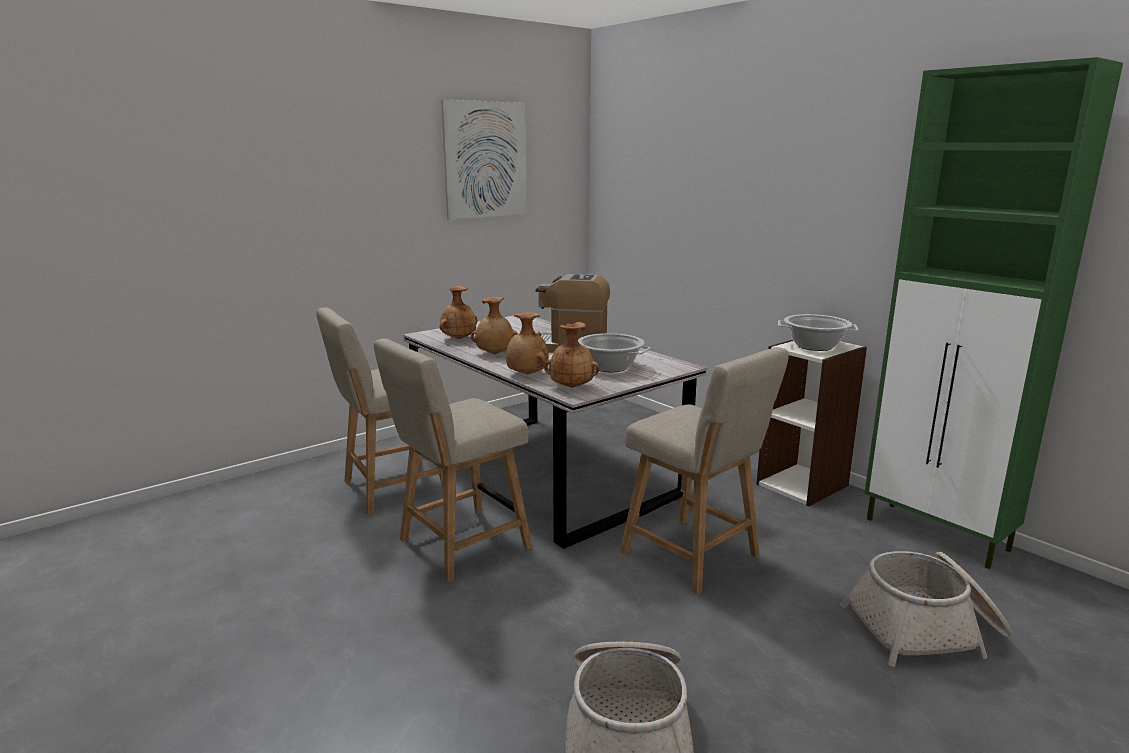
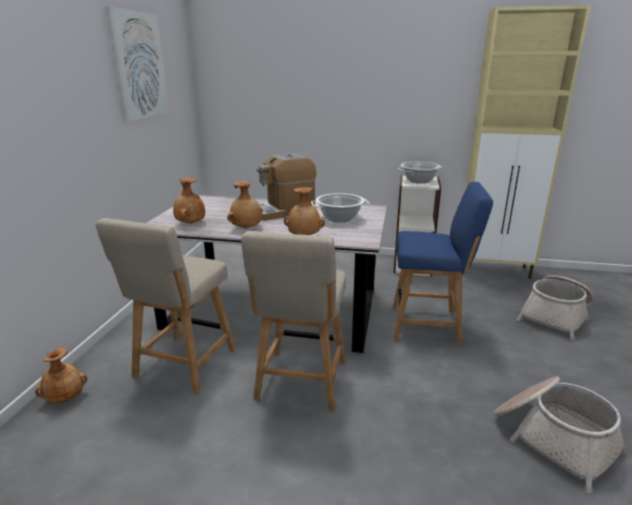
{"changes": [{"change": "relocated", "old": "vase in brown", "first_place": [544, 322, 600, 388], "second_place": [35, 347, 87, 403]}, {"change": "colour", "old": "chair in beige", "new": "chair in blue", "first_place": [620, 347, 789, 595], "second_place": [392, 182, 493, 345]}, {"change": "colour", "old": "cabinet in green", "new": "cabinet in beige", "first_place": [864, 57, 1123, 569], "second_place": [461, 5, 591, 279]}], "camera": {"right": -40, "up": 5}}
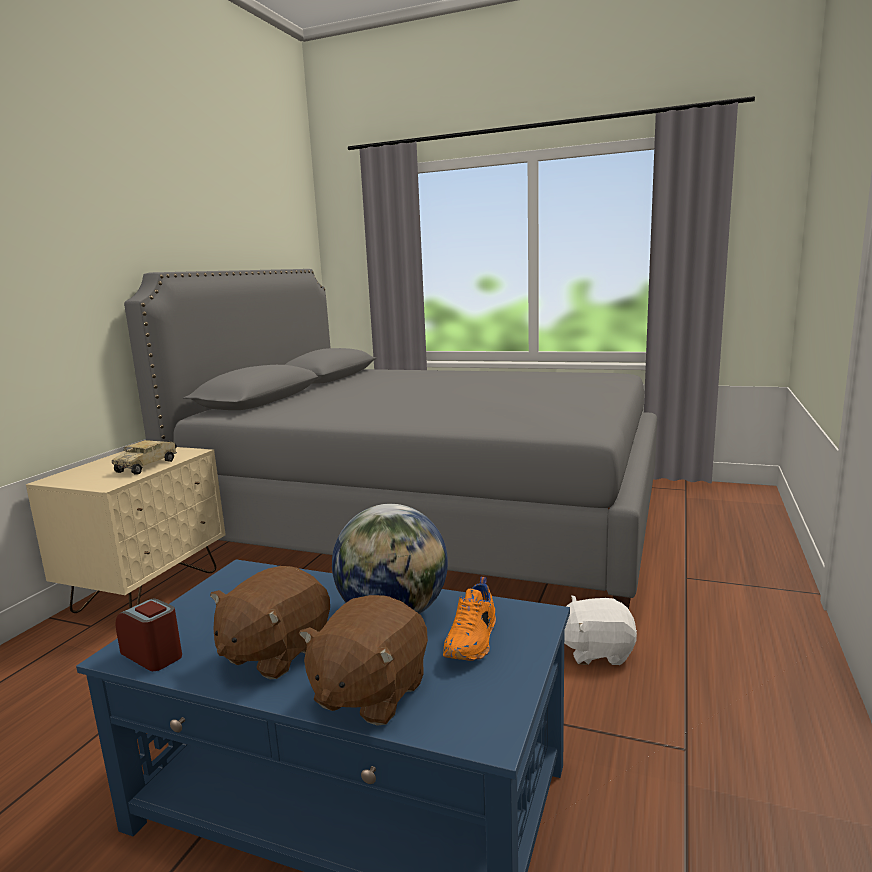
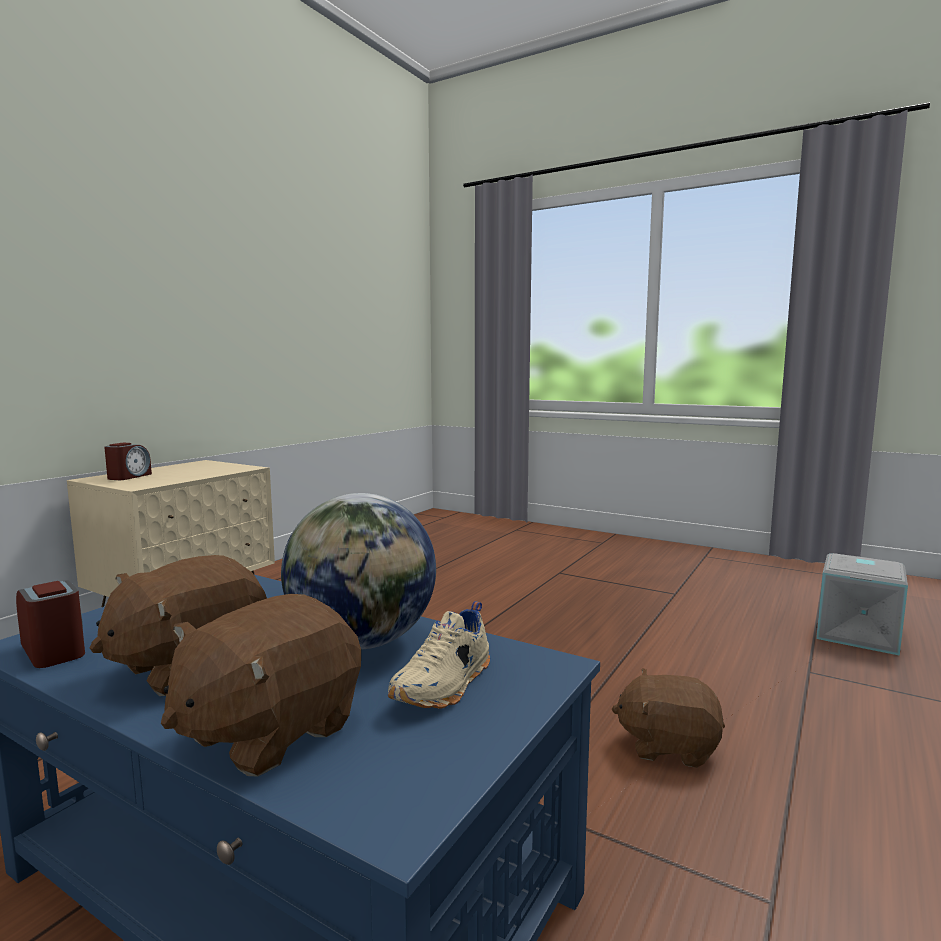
{"changes": [{"change": "missing", "old": "toy truck", "first_place": [112, 440, 177, 475]}, {"change": "missing", "old": "bed in grey", "first_place": [124, 269, 657, 609]}, {"change": "appeared", "new": "alarm clock", "second_place": [104, 443, 152, 480]}, {"change": "appeared", "new": "storage box in grey", "second_place": [816, 553, 908, 656]}, {"change": "colour", "old": "shoe in orange", "new": "shoe in beige", "first_place": [443, 577, 496, 661], "second_place": [388, 601, 490, 709]}, {"change": "colour", "old": "plush toy in white", "new": "plush toy in brown", "first_place": [564, 595, 637, 665], "second_place": [612, 668, 725, 768]}], "camera": {"right": 10, "up": -5}}
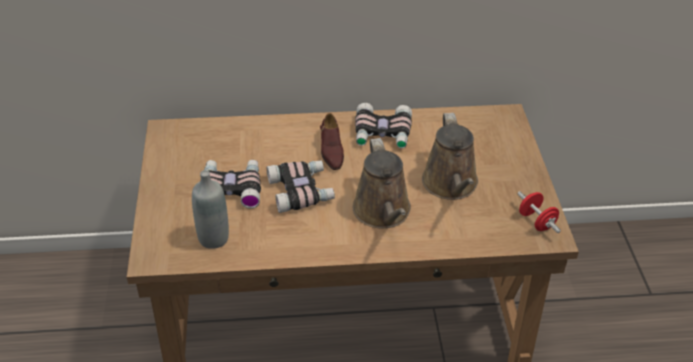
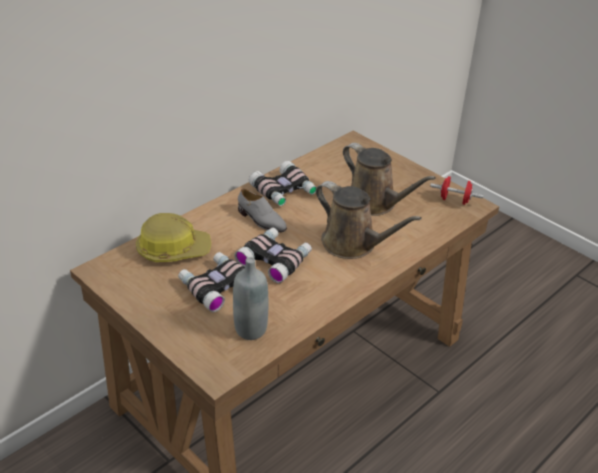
{"changes": [{"change": "appeared", "new": "hard hat", "second_place": [136, 213, 211, 262]}, {"change": "colour", "old": "shoe in brown", "new": "shoe in grey", "first_place": [320, 113, 344, 170], "second_place": [238, 189, 287, 233]}], "camera": {"right": -40, "up": -5}}
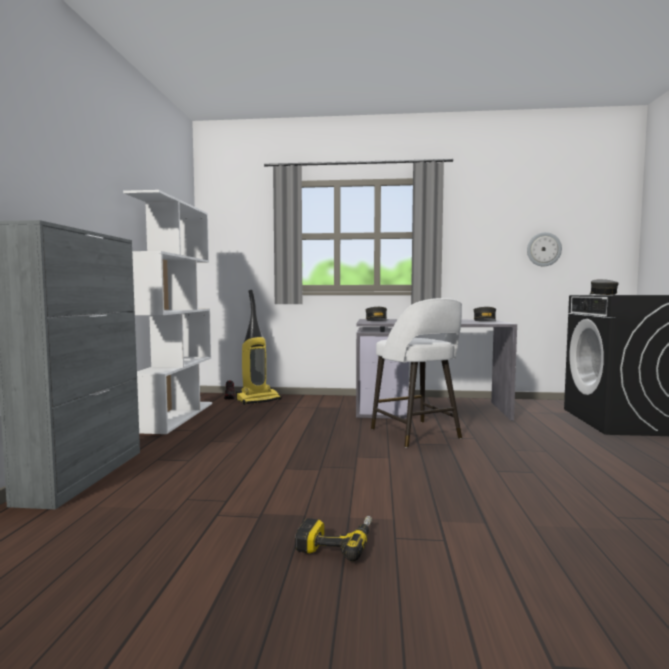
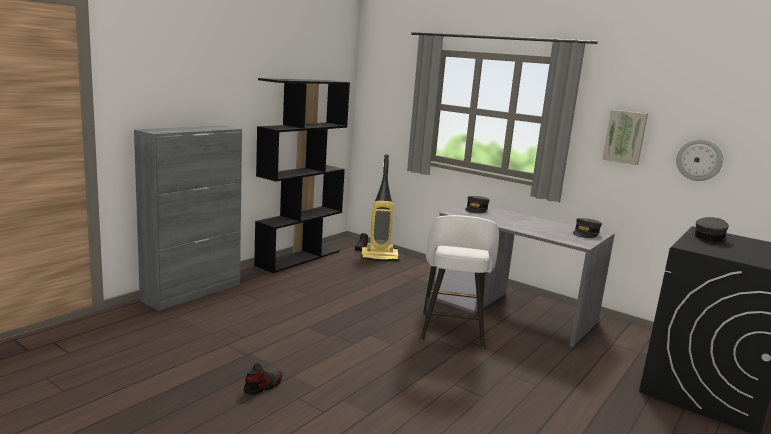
{"changes": [{"change": "appeared", "new": "picture", "second_place": [602, 110, 648, 165]}, {"change": "exchanged", "old": "power drill", "new": "shoe", "first_place": [295, 516, 372, 561], "second_place": [244, 364, 282, 395]}, {"change": "colour", "old": "bookcase in white", "new": "bookcase in black", "first_place": [123, 190, 212, 434], "second_place": [254, 78, 350, 273]}], "camera": {"right": 30, "up": 10}}
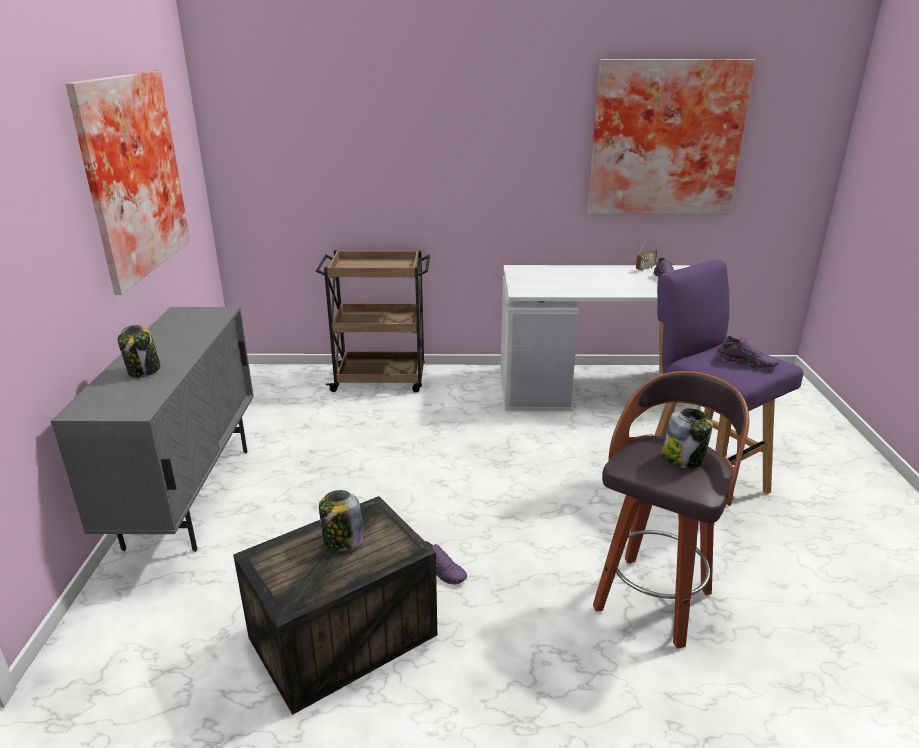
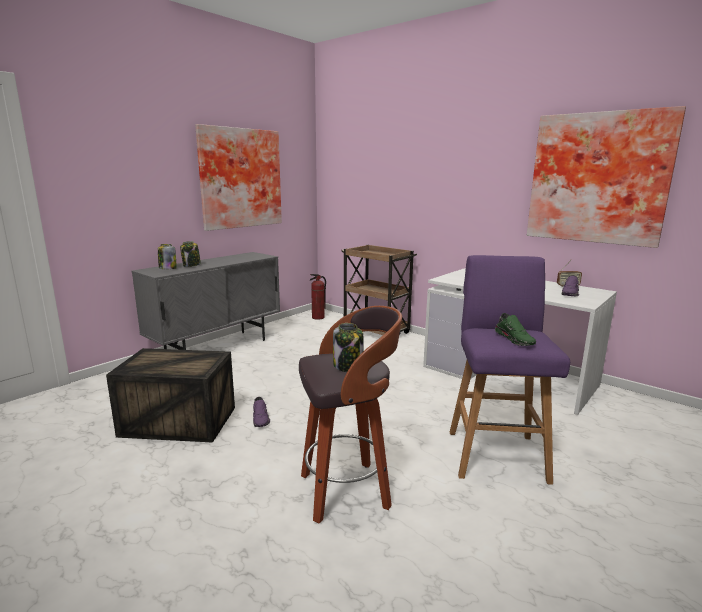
{"changes": [{"change": "appeared", "new": "fire extinguisher", "second_place": [310, 274, 326, 320]}, {"change": "relocated", "old": "jar", "first_place": [319, 490, 364, 551], "second_place": [158, 244, 177, 269]}, {"change": "colour", "old": "shoe in purple", "new": "shoe in green", "first_place": [715, 336, 779, 369], "second_place": [495, 313, 536, 346]}], "camera": {"right": 40, "up": -10}}
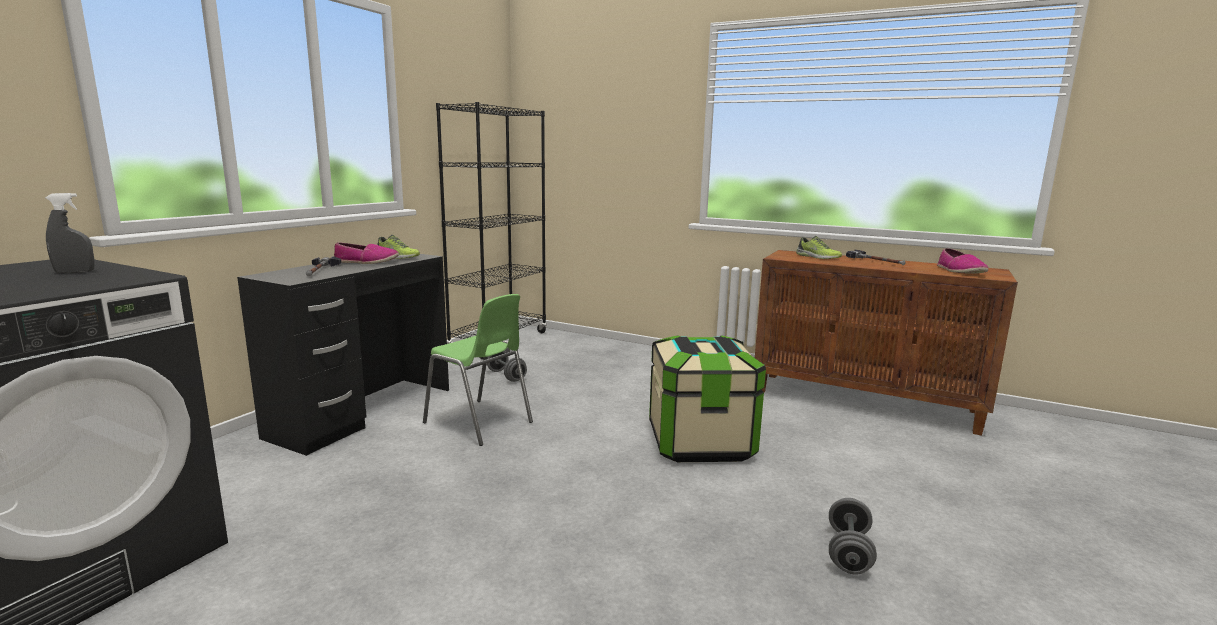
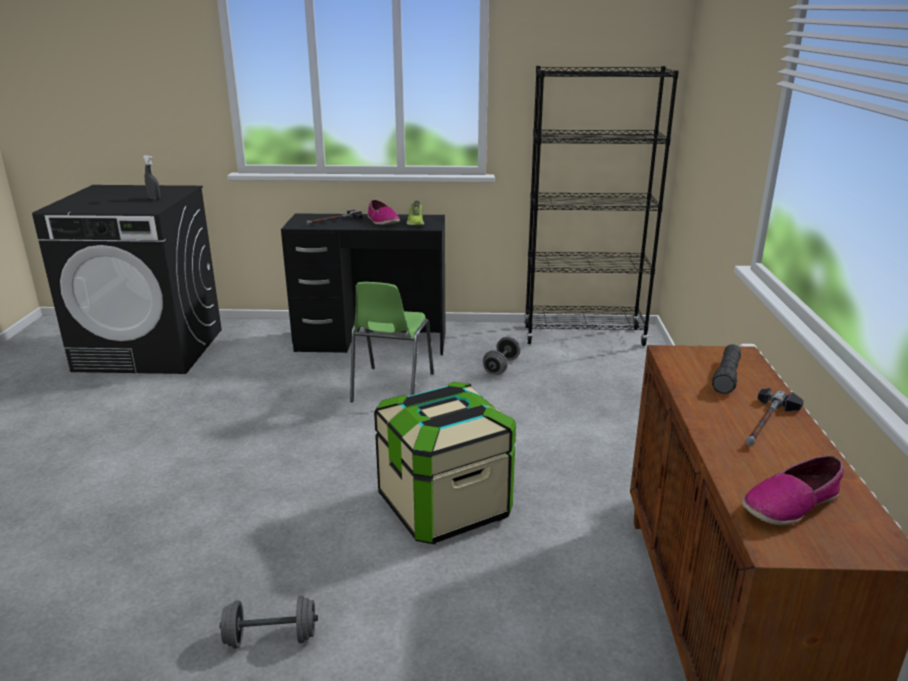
{"changes": [{"change": "exchanged", "old": "shoe", "new": "flashlight in black", "first_place": [796, 236, 842, 259], "second_place": [712, 345, 741, 394]}], "camera": {"right": 65, "up": 10}}
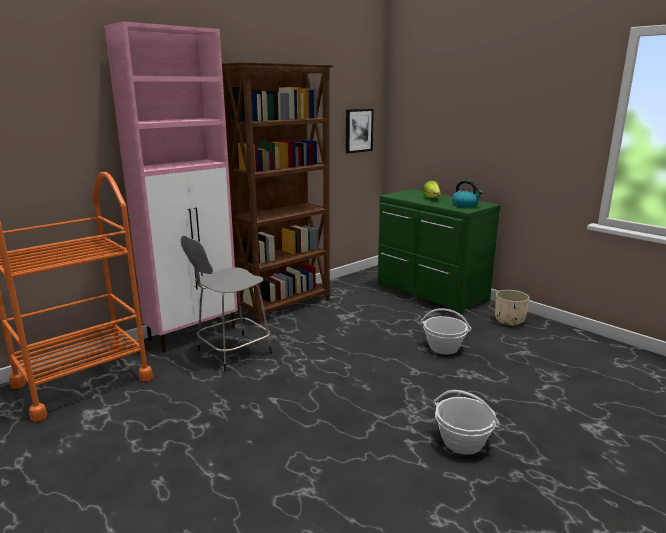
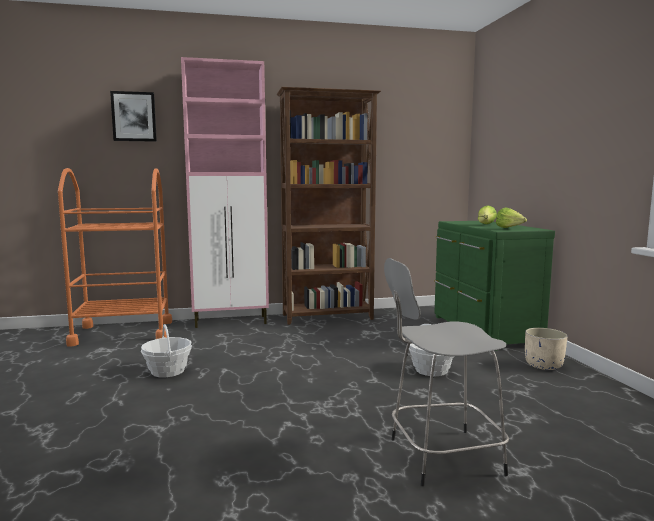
{"changes": [{"change": "relocated", "old": "stool in grey", "first_place": [181, 236, 272, 371], "second_place": [384, 258, 509, 486]}, {"change": "relocated", "old": "picture", "first_place": [346, 109, 374, 154], "second_place": [110, 91, 157, 142]}, {"change": "relocated", "old": "basket", "first_place": [434, 390, 500, 455], "second_place": [141, 324, 192, 377]}, {"change": "exchanged", "old": "kettle", "new": "lettuce", "first_place": [452, 180, 483, 207], "second_place": [496, 207, 527, 228]}], "camera": {"right": 30, "up": -10}}
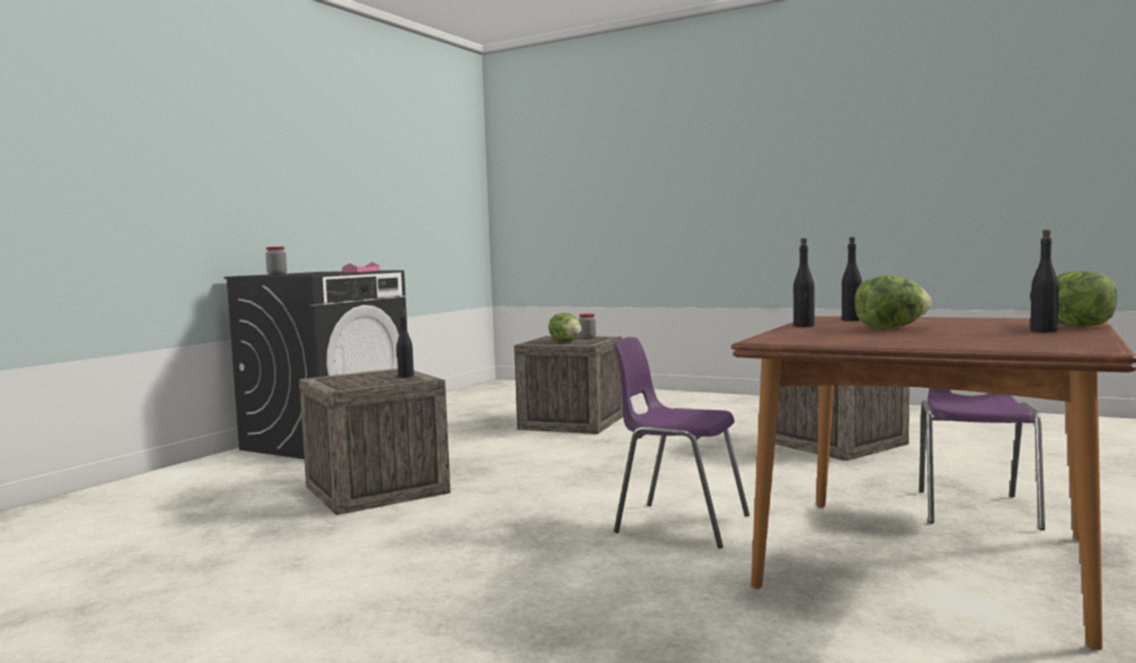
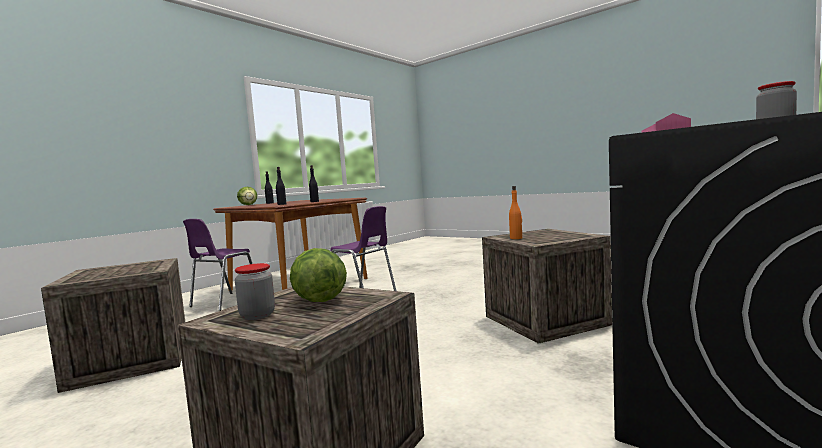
{"changes": [{"change": "missing", "old": "lettuce", "first_place": [855, 275, 931, 329]}, {"change": "colour", "old": "bottle in black", "new": "bottle in orange", "first_place": [396, 310, 414, 378], "second_place": [509, 186, 522, 239]}], "camera": {"right": -170, "up": 0}}
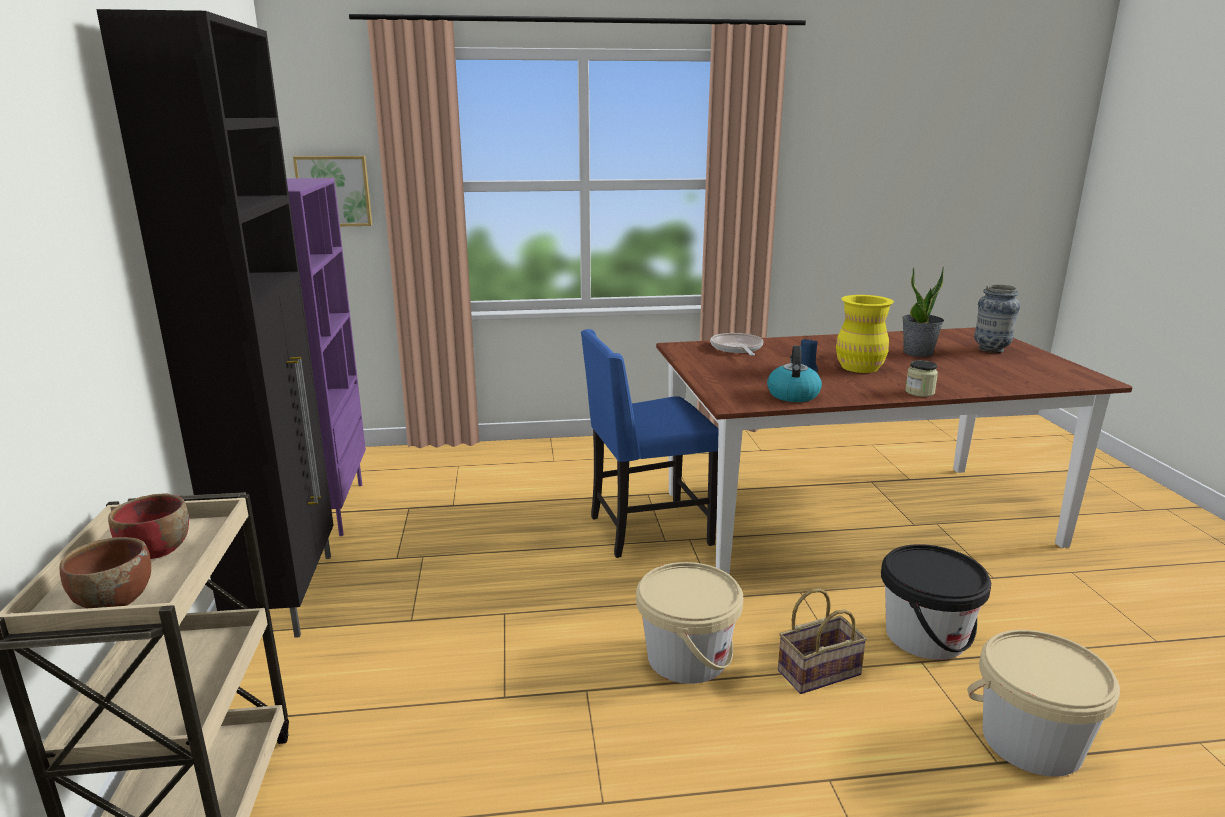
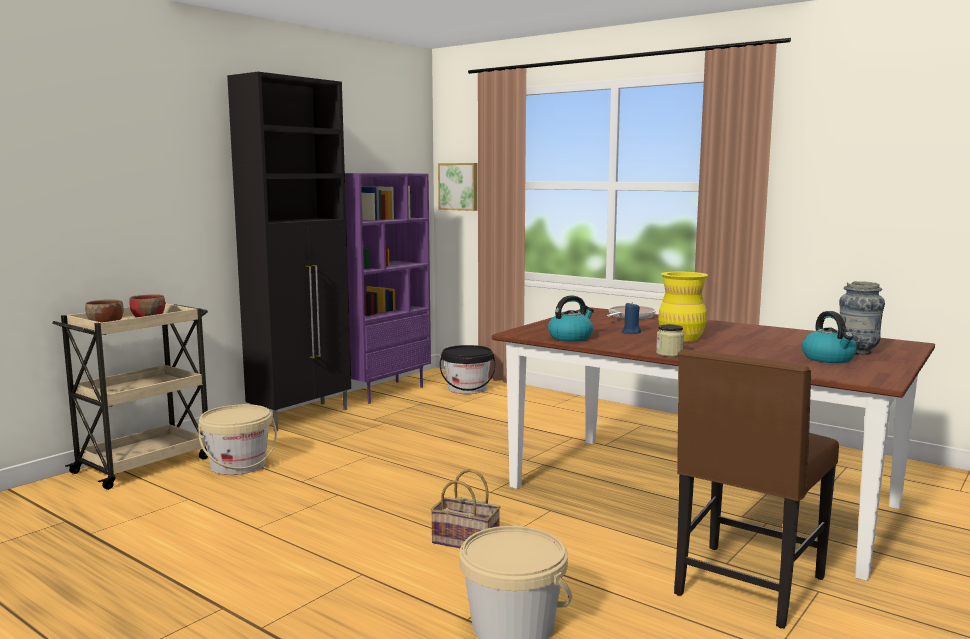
{"changes": [{"change": "missing", "old": "chair in blue", "first_place": [581, 329, 718, 558]}, {"change": "missing", "old": "potted plant", "first_place": [902, 266, 944, 357]}, {"change": "appeared", "new": "chair in brown", "second_place": [674, 349, 839, 629]}, {"change": "appeared", "new": "kettle", "second_place": [802, 311, 857, 363]}, {"change": "relocated", "old": "bucket in beige", "first_place": [636, 562, 743, 684], "second_place": [198, 404, 277, 475]}, {"change": "relocated", "old": "bucket in black", "first_place": [881, 544, 991, 660], "second_place": [440, 345, 495, 394]}], "camera": {"right": 45, "up": -10}}
